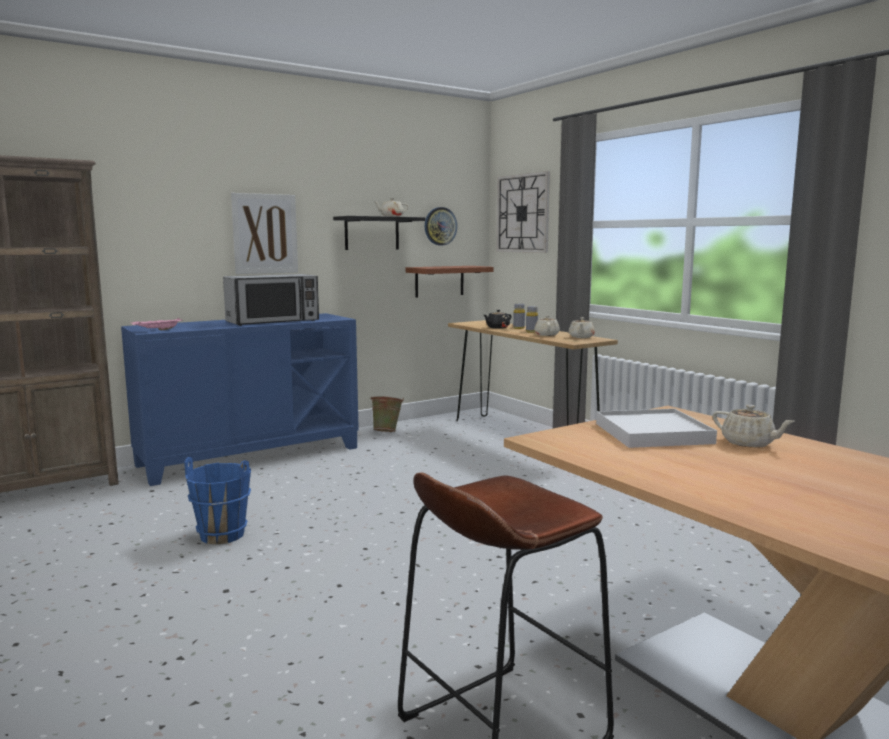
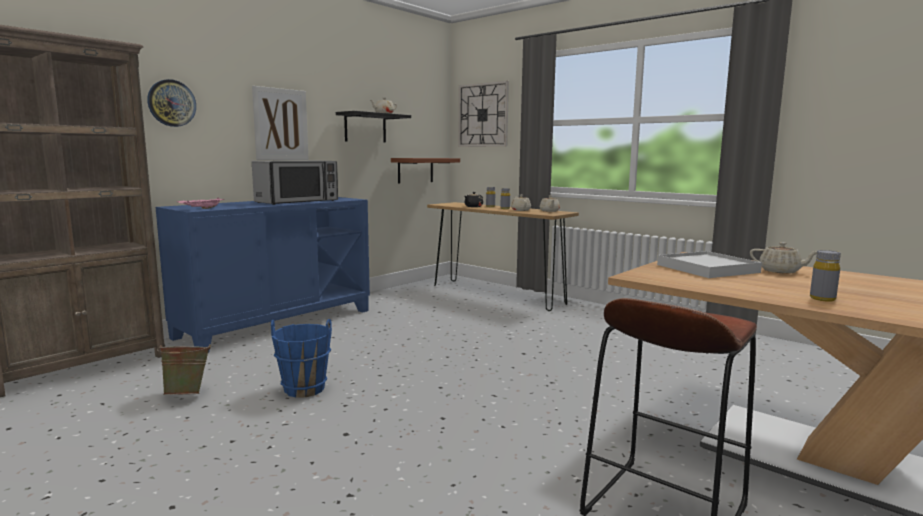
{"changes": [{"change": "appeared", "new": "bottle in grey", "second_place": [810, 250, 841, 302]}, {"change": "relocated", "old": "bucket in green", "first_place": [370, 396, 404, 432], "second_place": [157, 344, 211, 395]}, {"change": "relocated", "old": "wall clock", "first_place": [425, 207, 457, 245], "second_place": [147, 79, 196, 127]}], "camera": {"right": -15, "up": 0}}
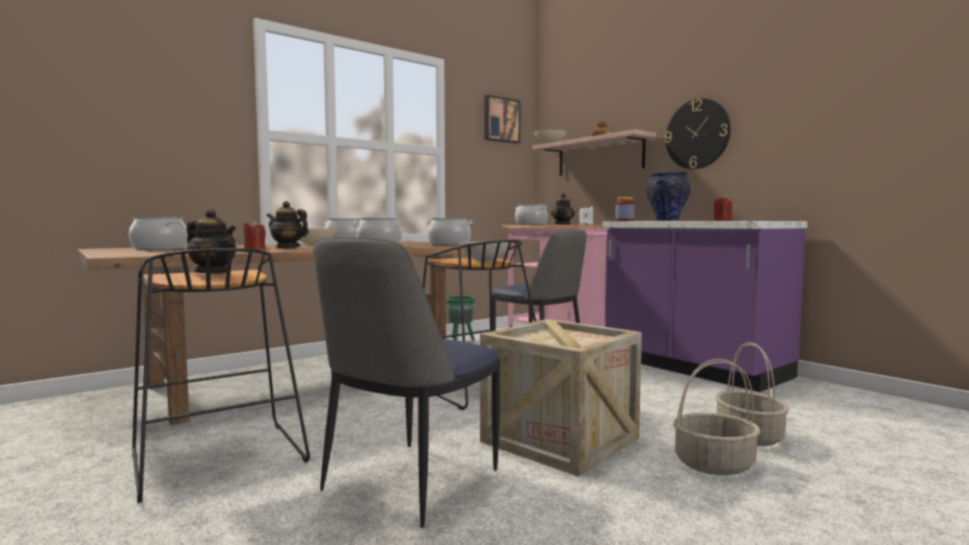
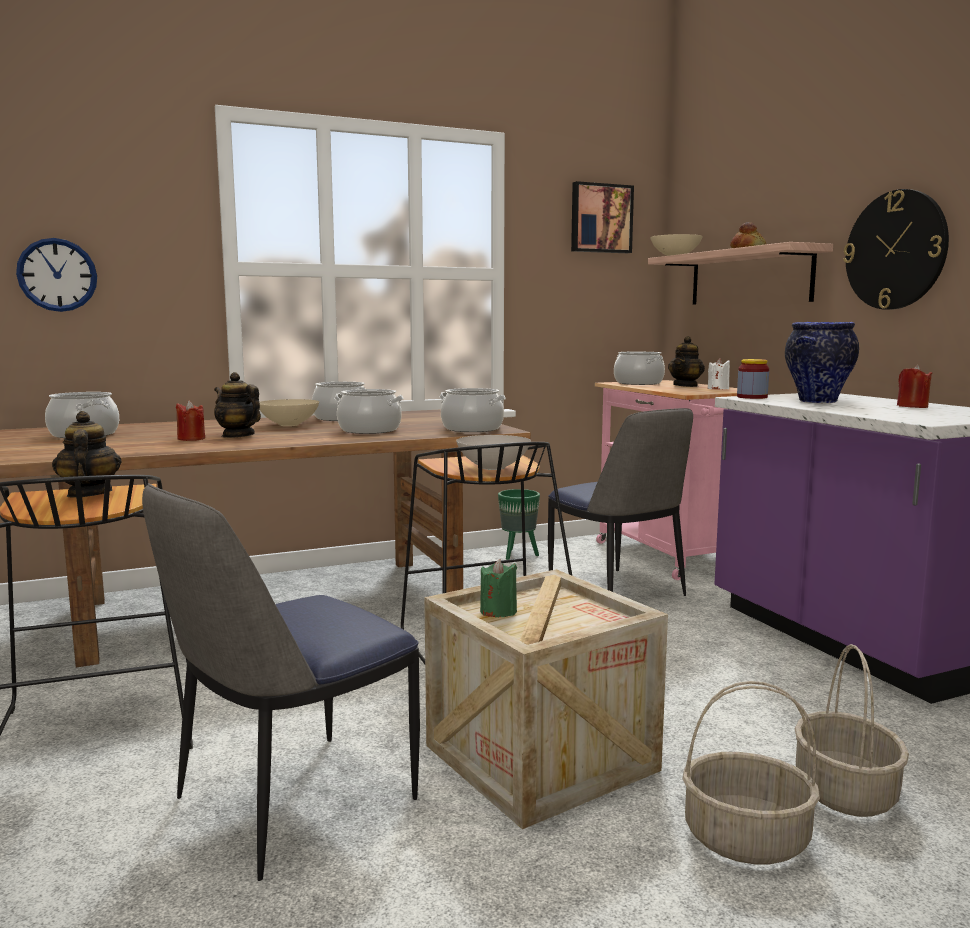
{"changes": [{"change": "appeared", "new": "wall clock", "second_place": [16, 238, 97, 312]}, {"change": "appeared", "new": "candle in green", "second_place": [480, 559, 517, 617]}, {"change": "spun", "old": "teapot", "first_place": [186, 209, 236, 273], "second_place": [52, 411, 122, 498], "degrees": -150}], "camera": {"right": 15, "up": 5}}
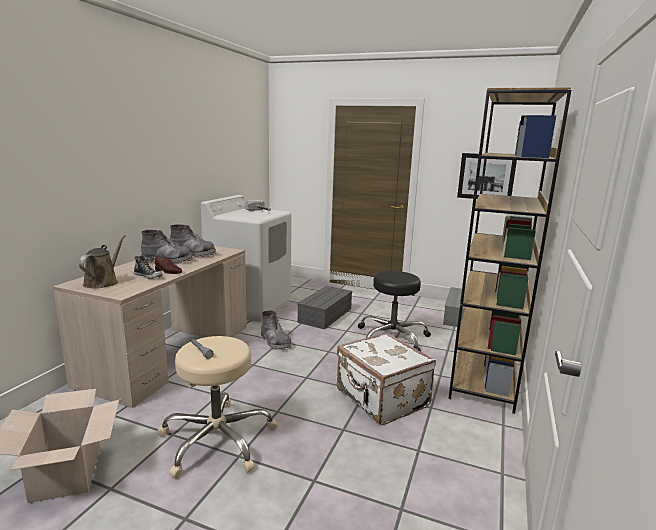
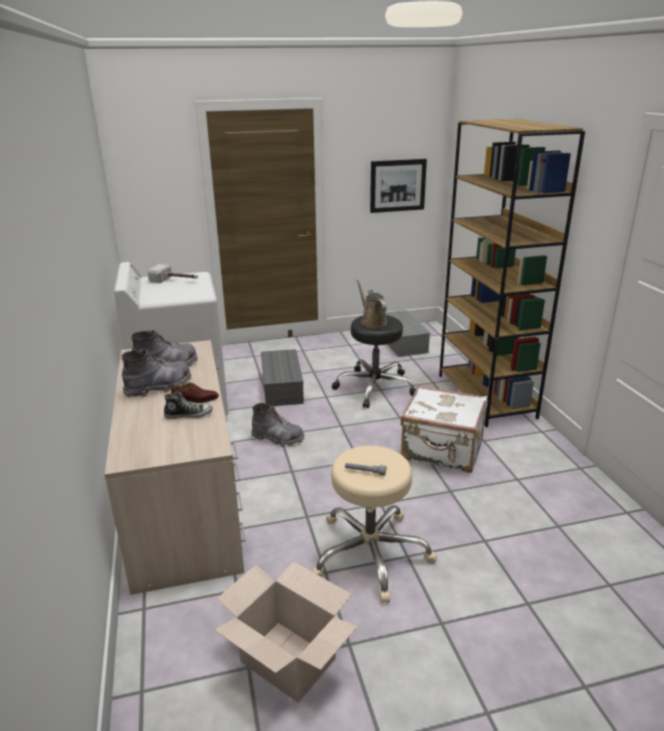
{"changes": [{"change": "relocated", "old": "watering can in brown", "first_place": [79, 235, 126, 288], "second_place": [356, 279, 387, 328]}], "camera": {"right": -35, "up": 10}}
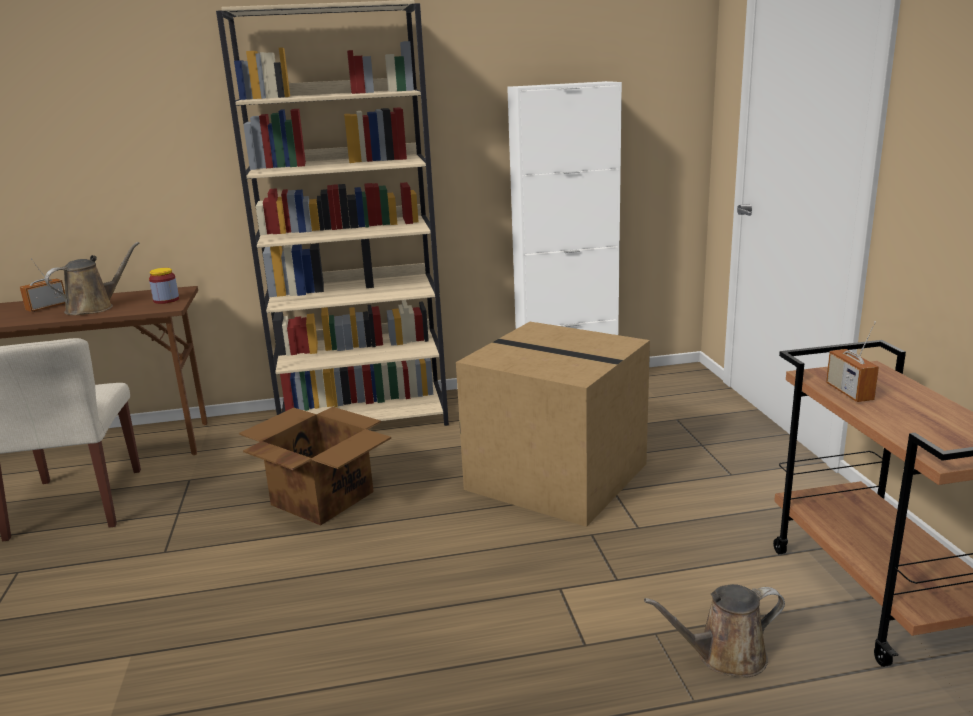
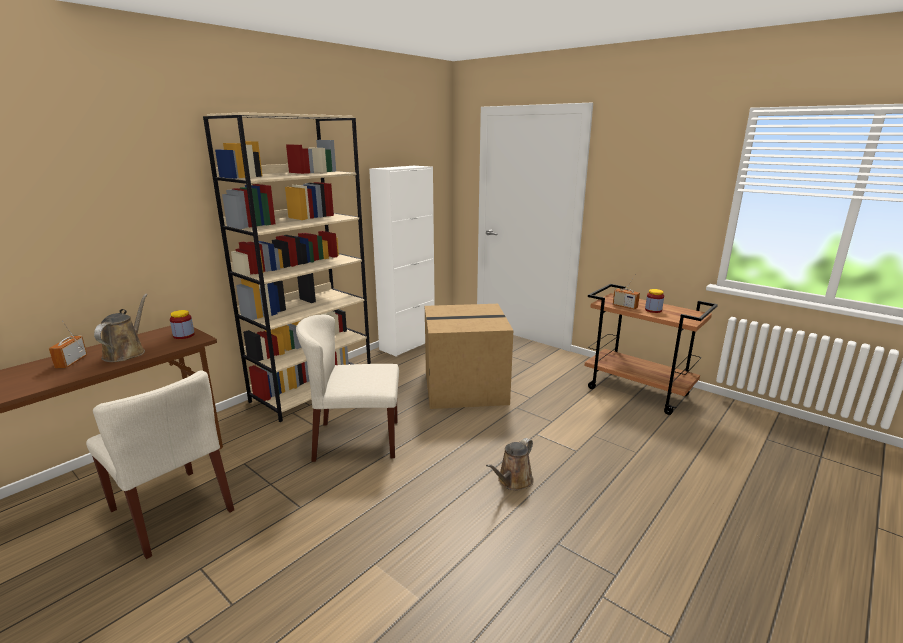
{"changes": [{"change": "appeared", "new": "jar", "second_place": [645, 289, 664, 313]}, {"change": "relocated", "old": "watering can in brown", "first_place": [644, 584, 785, 678], "second_place": [486, 438, 534, 491]}, {"change": "exchanged", "old": "cardboard box", "new": "chair in beige", "first_place": [239, 407, 391, 526], "second_place": [296, 314, 399, 462]}], "camera": {"right": -40, "up": 0}}
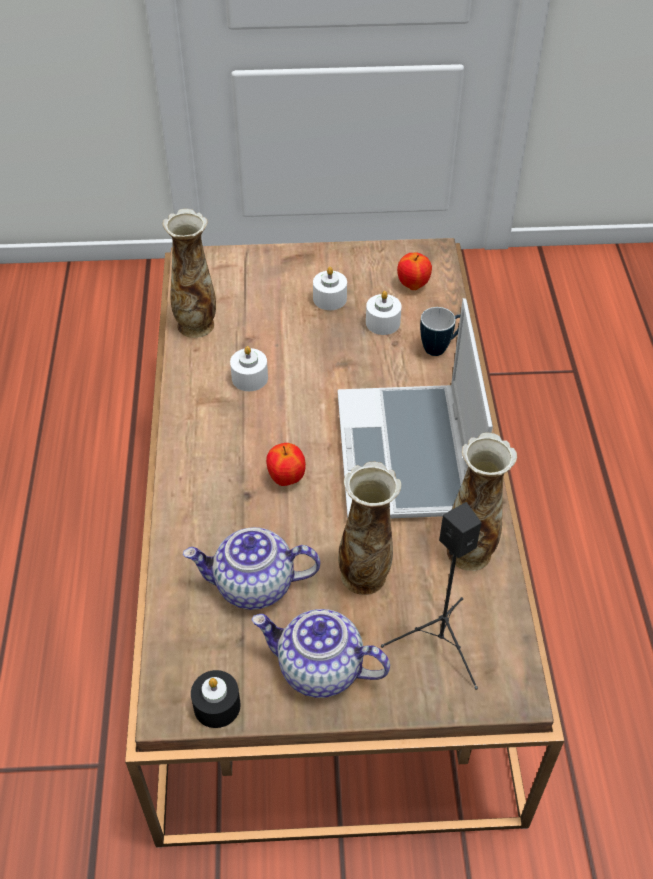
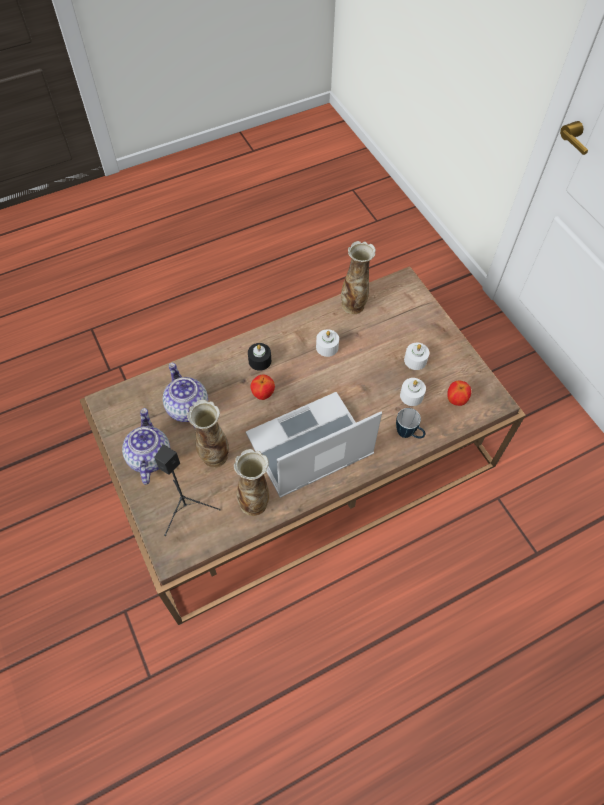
{"changes": [{"change": "relocated", "old": "candle in black", "first_place": [191, 670, 241, 728], "second_place": [248, 343, 271, 371]}], "camera": {"right": 65, "up": 10}}
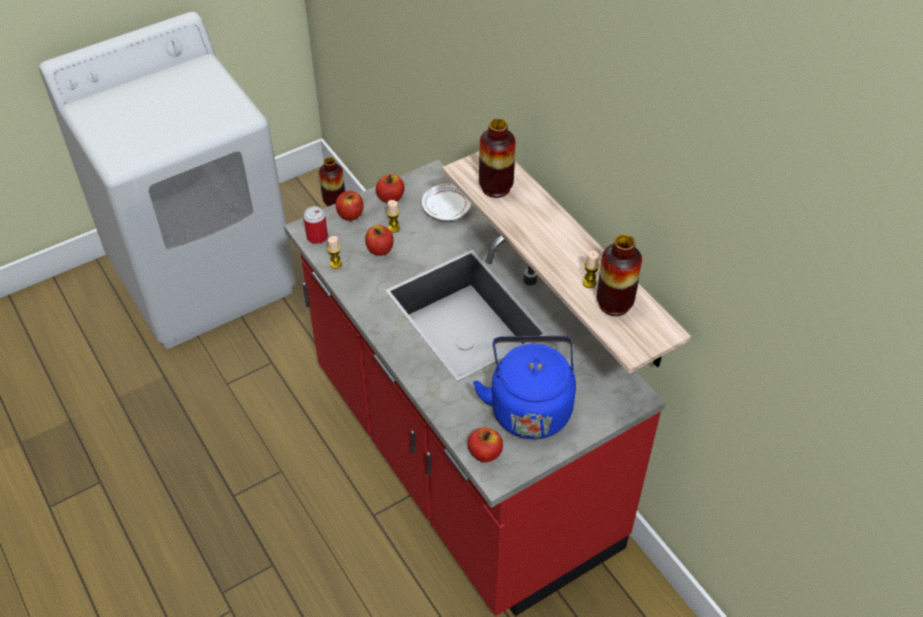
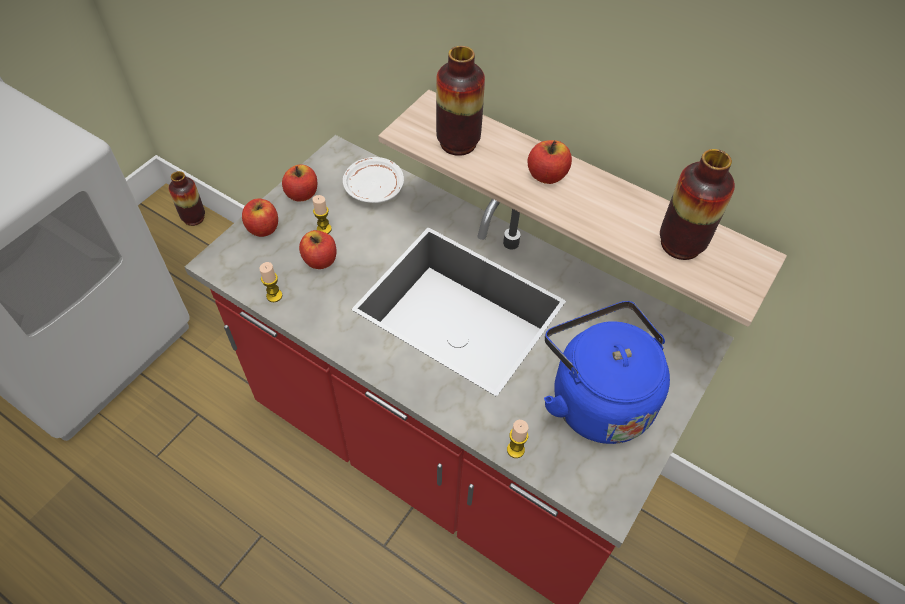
{"changes": [{"change": "missing", "old": "can", "first_place": [303, 206, 328, 244]}, {"change": "relocated", "old": "apple", "first_place": [468, 428, 503, 462], "second_place": [527, 140, 572, 184]}, {"change": "relocated", "old": "candle", "first_place": [583, 250, 599, 288], "second_place": [507, 420, 528, 458]}], "camera": {"right": -25, "up": 5}}
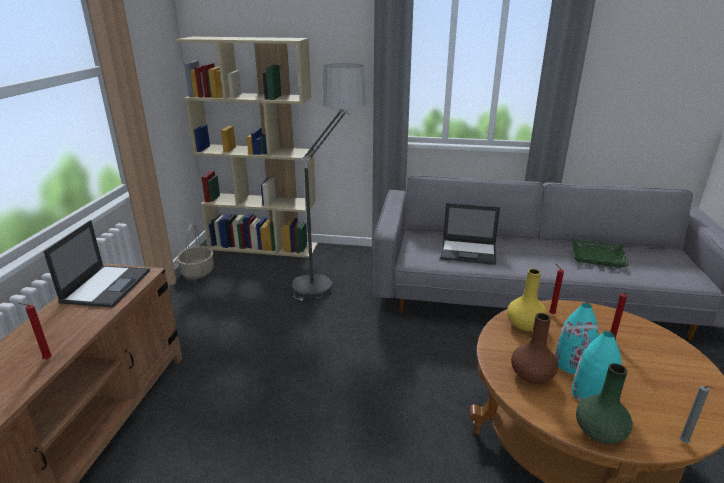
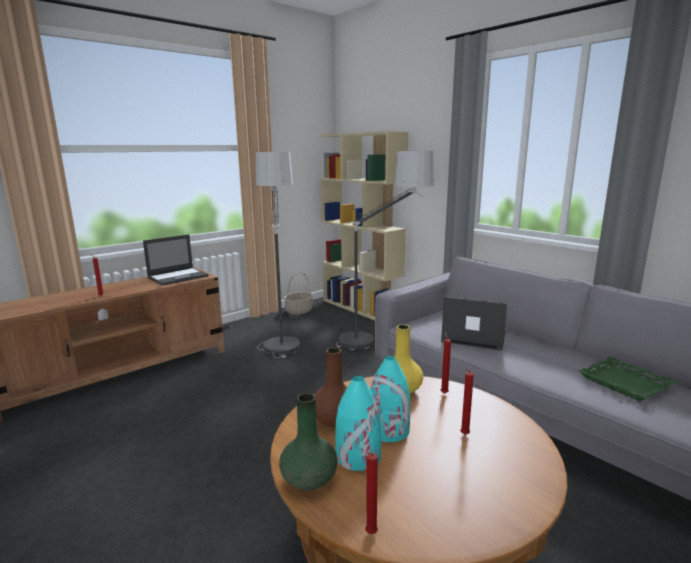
{"changes": [{"change": "appeared", "new": "floor lamp", "second_place": [255, 152, 300, 358]}, {"change": "colour", "old": "candle in grey", "new": "candle in red", "first_place": [679, 386, 713, 443], "second_place": [365, 452, 378, 534]}, {"change": "spun", "old": "laptop", "first_place": [440, 203, 500, 265], "second_place": [441, 296, 507, 351], "degrees": 150}], "camera": {"right": 40, "up": -10}}
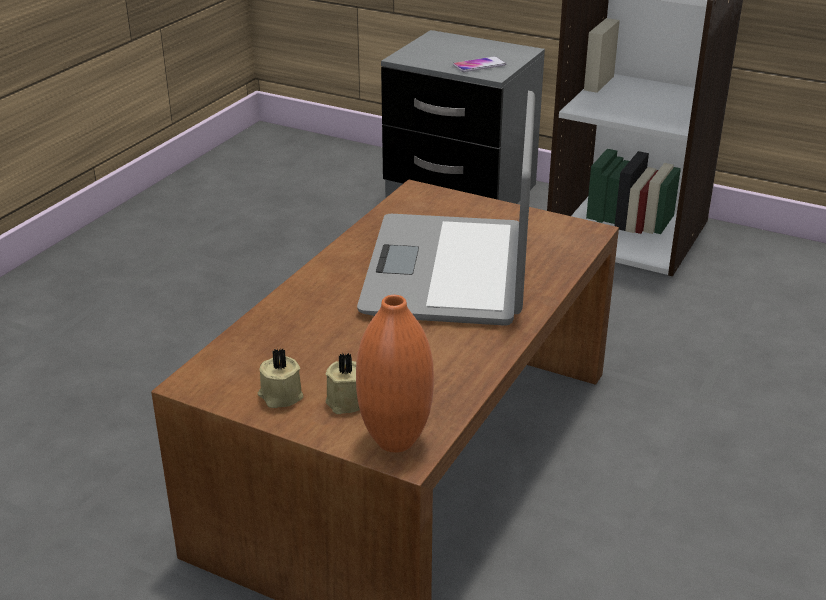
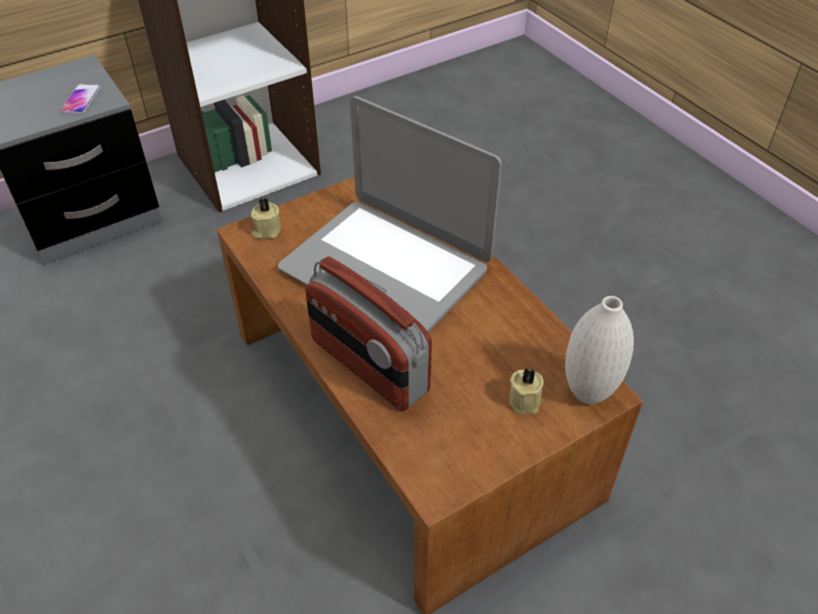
{"changes": [{"change": "appeared", "new": "radio", "second_place": [305, 257, 432, 411]}, {"change": "relocated", "old": "candle in beige", "first_place": [258, 349, 303, 408], "second_place": [251, 197, 281, 239]}, {"change": "colour", "old": "vase in orange", "new": "vase in white", "first_place": [356, 295, 434, 452], "second_place": [565, 296, 634, 404]}], "camera": {"right": -60, "up": 15}}
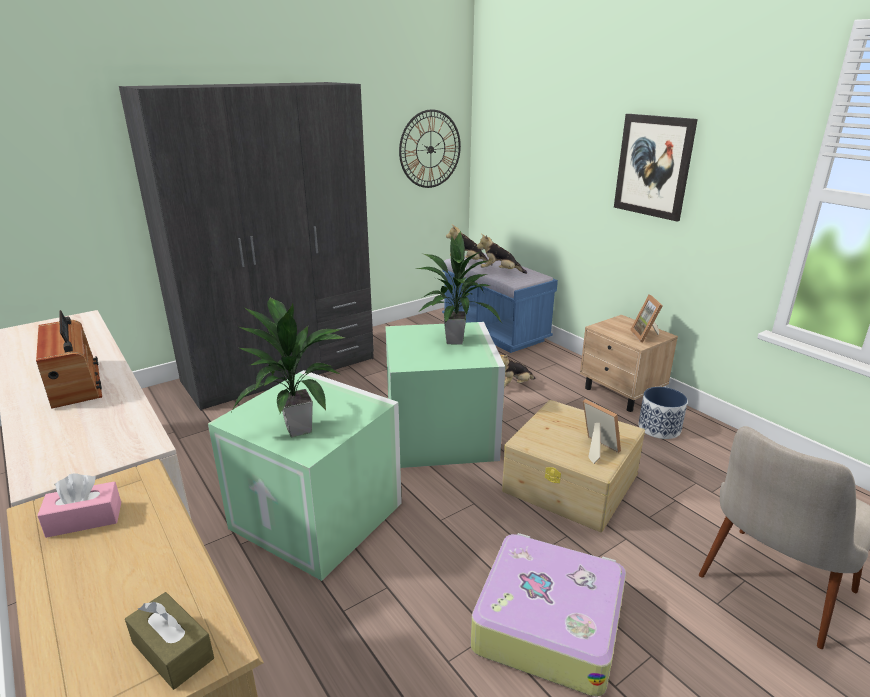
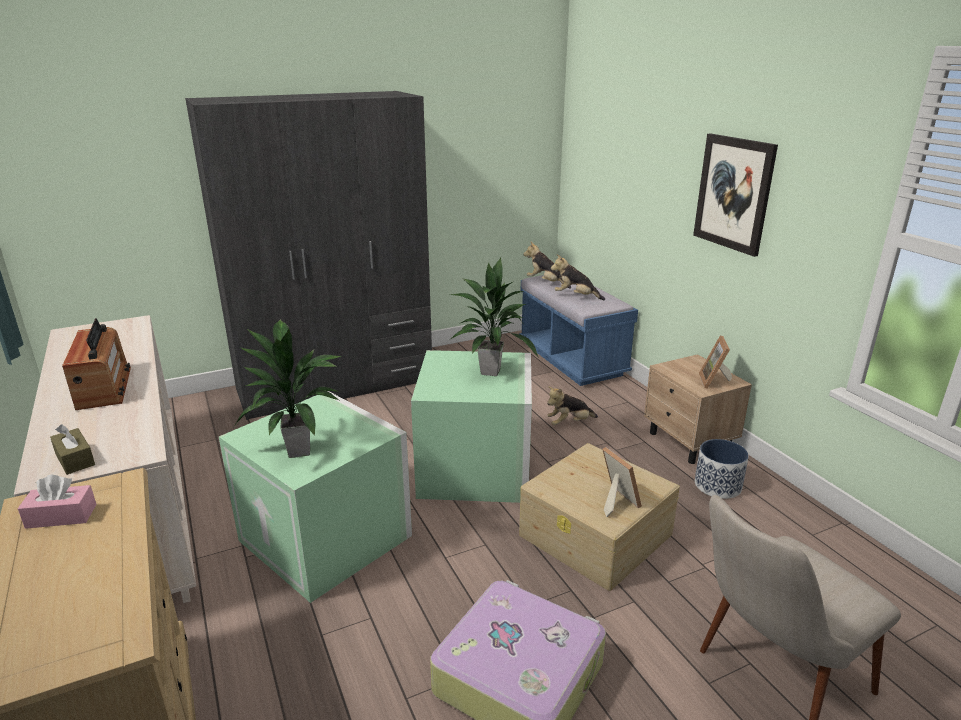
{"changes": [{"change": "missing", "old": "wall clock", "first_place": [399, 109, 461, 188]}, {"change": "relocated", "old": "tissue box in brown", "first_place": [125, 592, 214, 690], "second_place": [50, 424, 95, 475]}], "camera": {"right": 10, "up": 0}}
